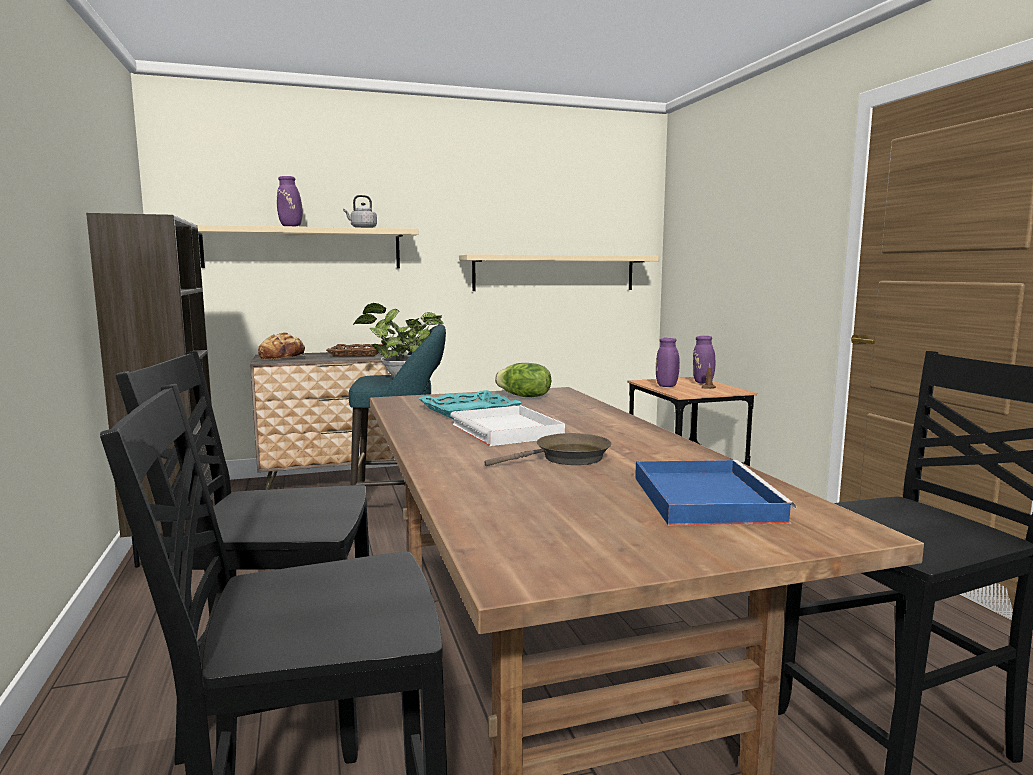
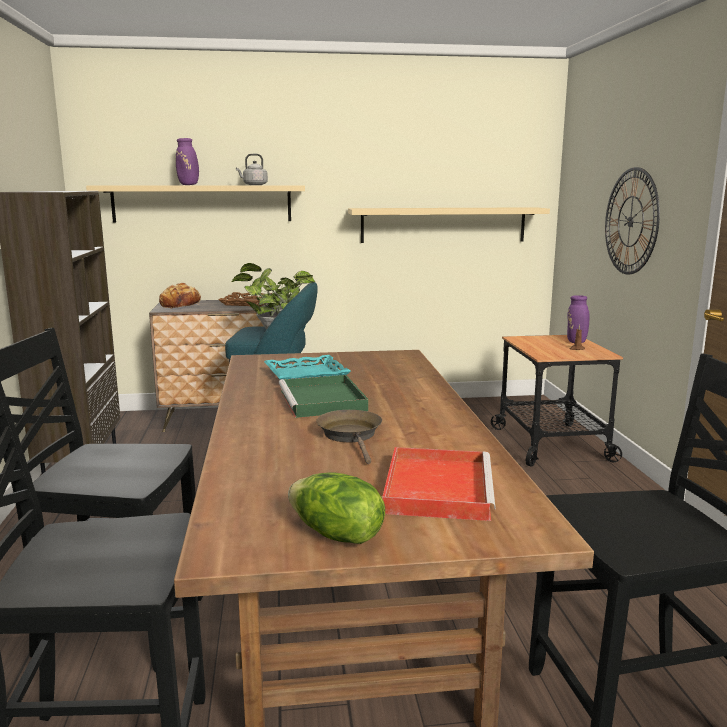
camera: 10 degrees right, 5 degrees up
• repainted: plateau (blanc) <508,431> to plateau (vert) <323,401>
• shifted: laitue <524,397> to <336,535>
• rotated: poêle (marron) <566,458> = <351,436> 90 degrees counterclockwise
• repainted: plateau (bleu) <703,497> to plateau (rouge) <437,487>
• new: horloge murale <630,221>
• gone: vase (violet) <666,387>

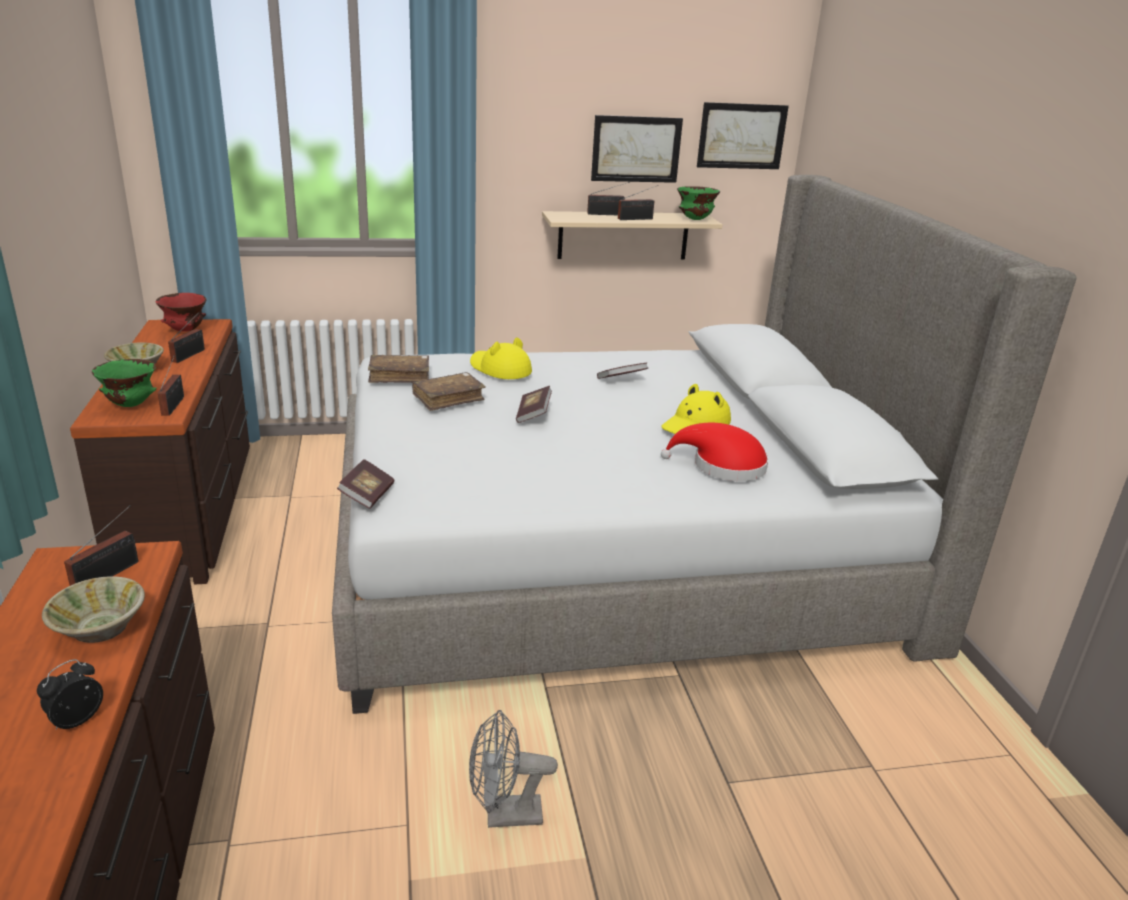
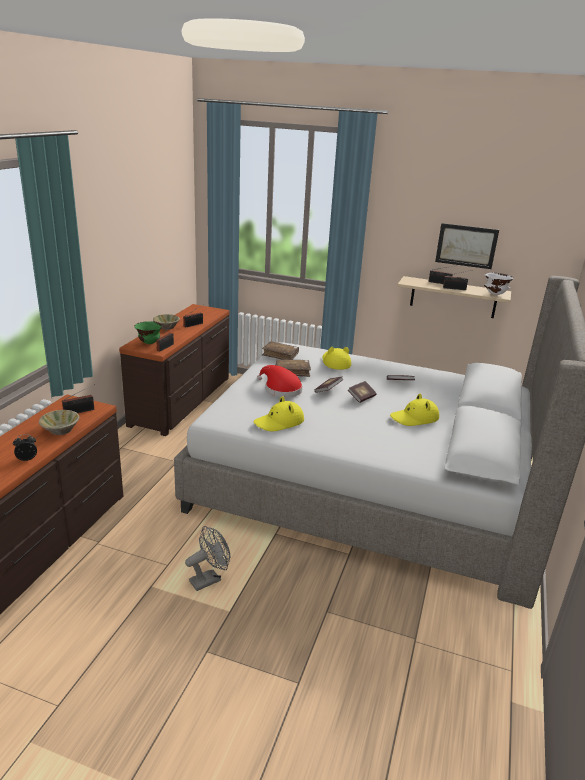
camera: 30 degrees right, 0 degrees up
• rotated: ventilateur (gris) <504,815> = <209,579> 120 degrees clockwise
• new: chapeau (jaune) <279,422>
• shifted: chapeau (rouge) <722,466> to <280,389>
• shifted: livre <367,495> to <361,397>
• repainted: bol (vert) <694,219> to bol (blanc) <495,294>
• gone: bol (rouge) <186,331>
• gone: tableau <741,136>

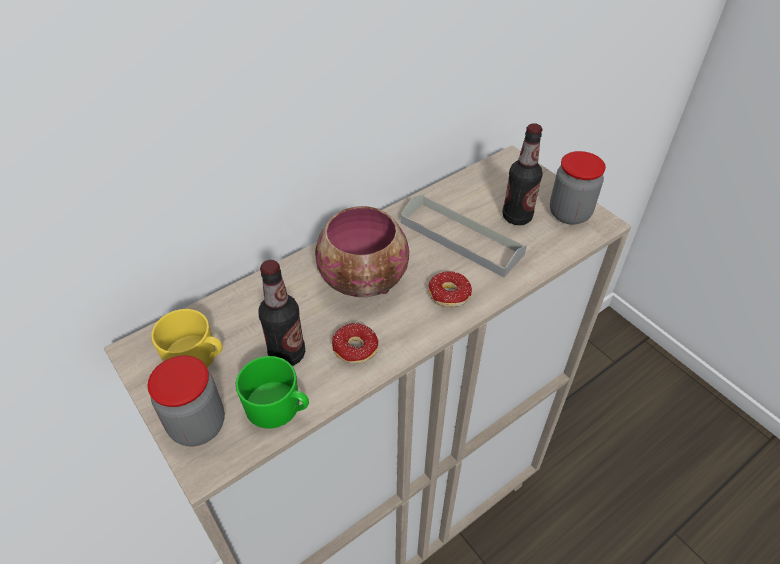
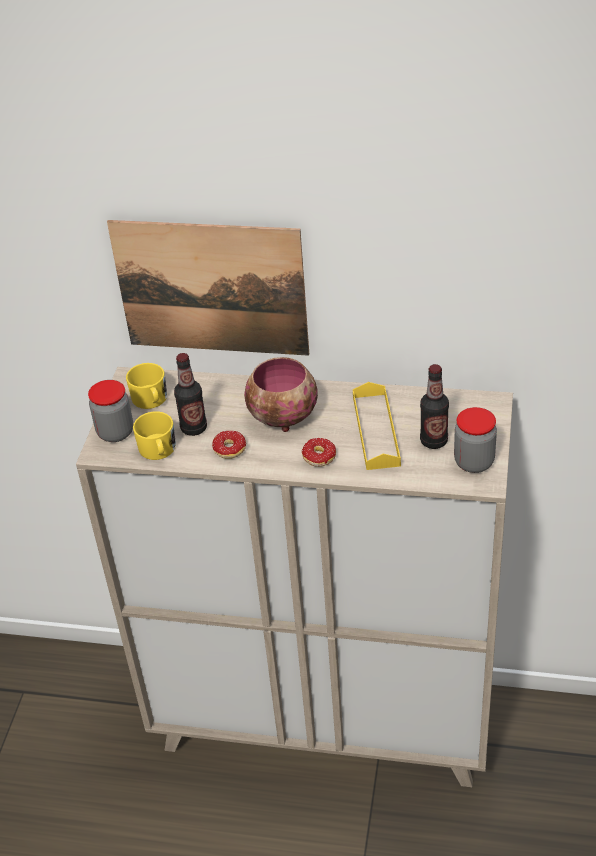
camera: 50 degrees right, 5 degrees down
• new: tableau <211,288>
• repainted: mug (vert) <279,408> to mug (jaune) <158,450>
• repainted: plateau (gris) <461,238> to plateau (jaune) <376,430>

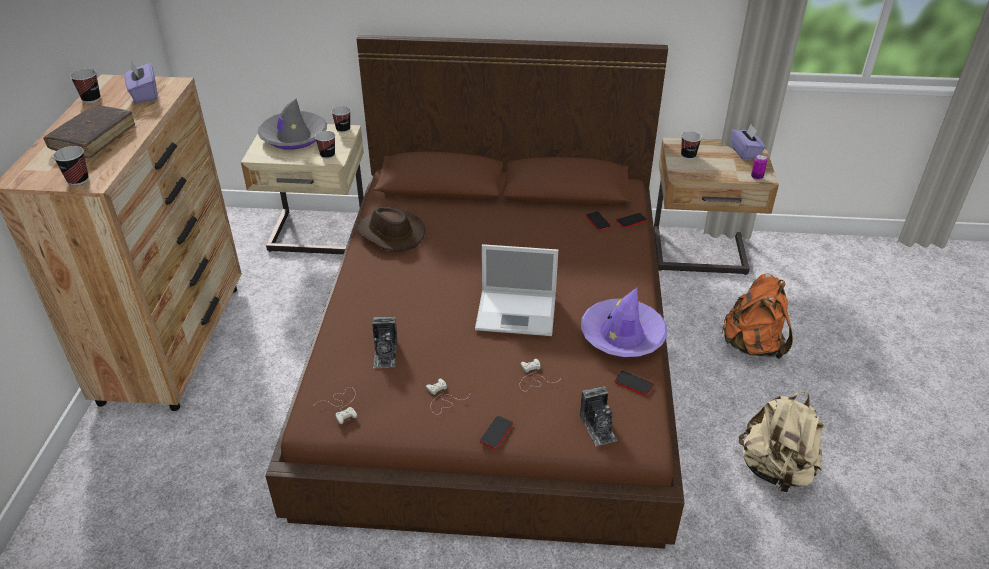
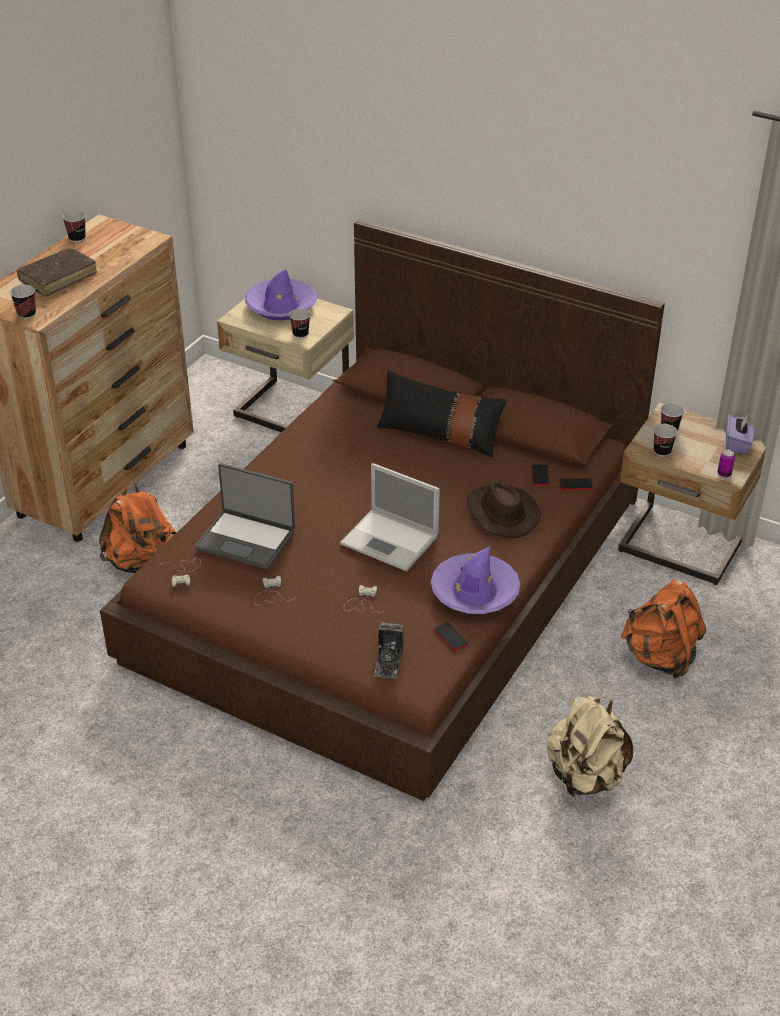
camera: 25 degrees right, 0 degrees up
• new: sac à dos (orange) <142,562>
• swapped: appareil photo <385,353> to ordinateur portable <246,540>
• repainted: chapeau (gris) <294,137> to chapeau (violet) <281,306>
• new: coussin (noir) <439,434>
• shifted: chapeau (marron) <390,233> to <501,513>
• shifted: tasse <343,129> to <662,451>
• gone: boîte à mouchoirs (violet) <144,94>
• gone: téléphone <496,433>

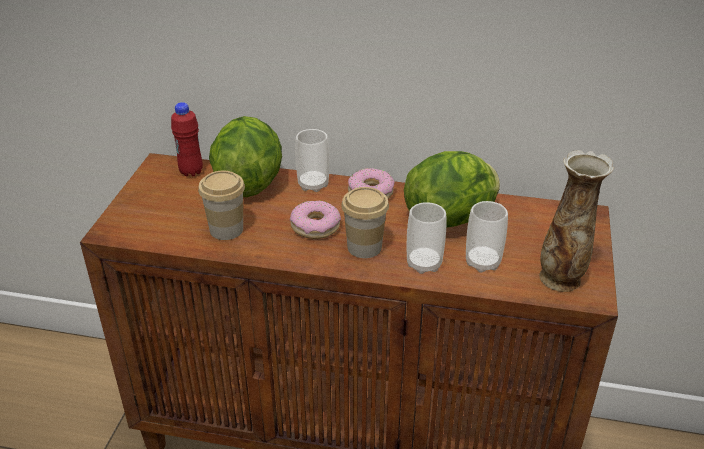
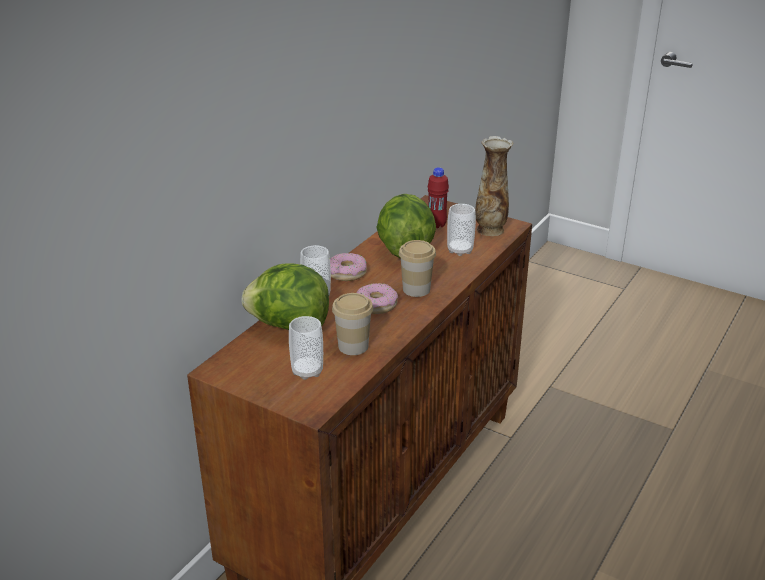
camera: 70 degrees left, 5 degrees down
• shifted: tasse <424,264> to <307,371>
• shifted: bouteille (rouge) <191,172> to <436,225>

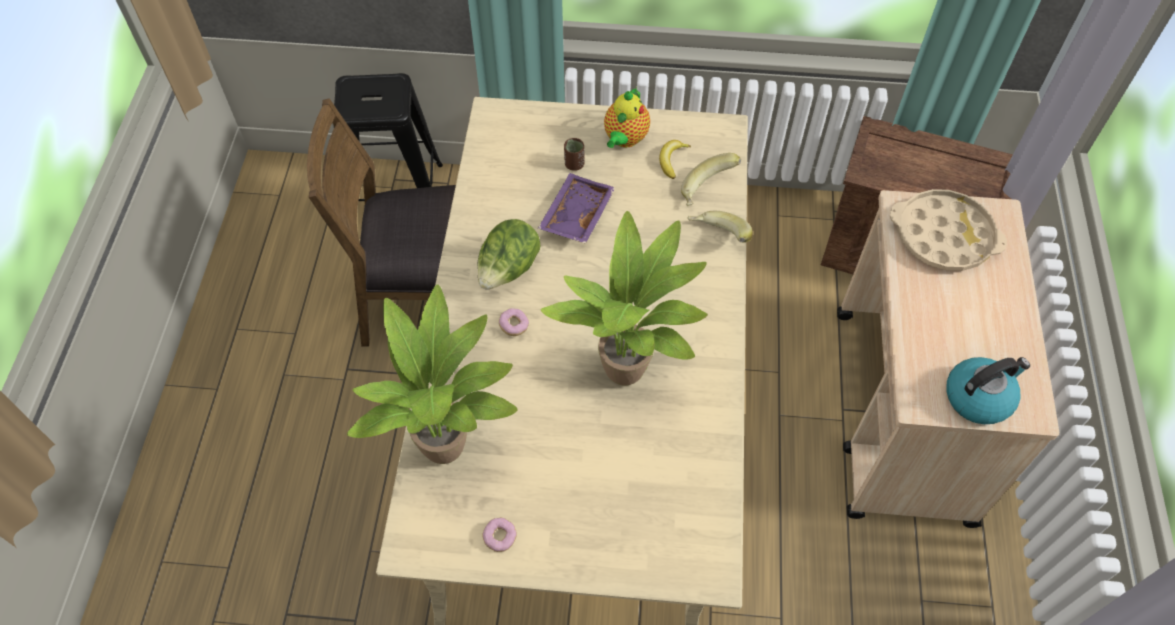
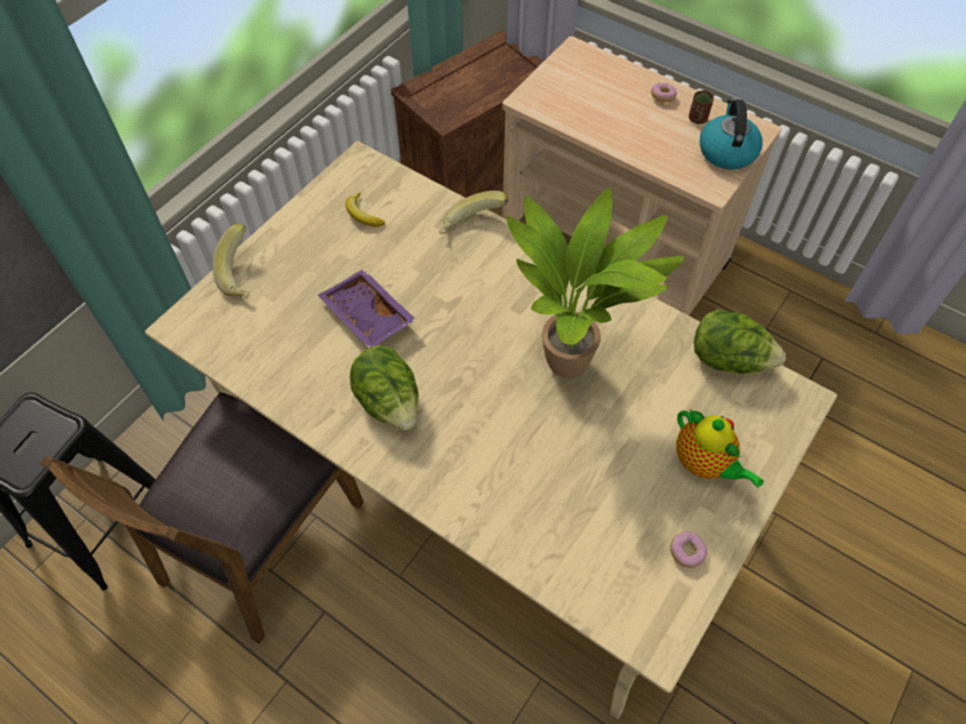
camera: 60 degrees left, 0 degrees up
• shifted: banane <708,191> to <243,275>
• shifted: beignet <514,326> to <662,97>
• shifted: théière <625,139> to <705,464>
• shifted: tasse (marron) <574,164> to <697,119>
• new: laitue <728,360>
• gone: plante en pot <451,449>
• gone: plateau (beige) <943,236>

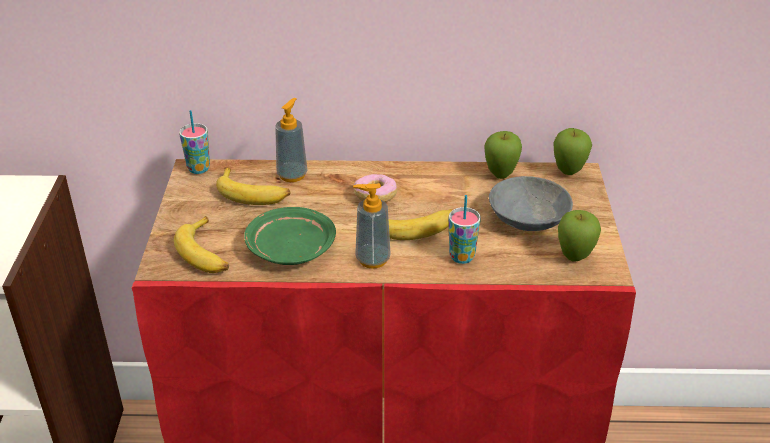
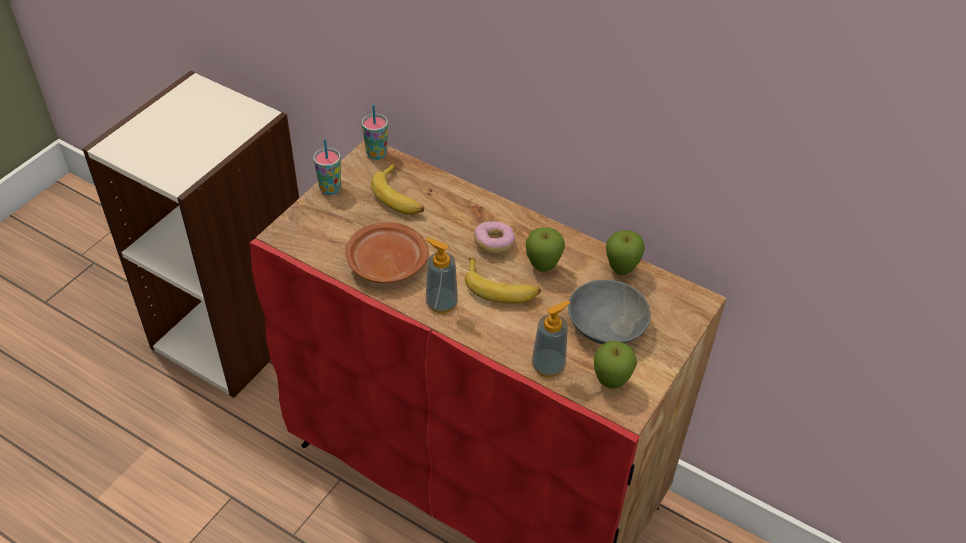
camera: 30 degrees right, 10 degrees up
• shifted: tasse <462,257> to <330,189>
• repainted: assiette (vert) <290,249> to assiette (marron) <386,263>
• shifted: pomme <568,172> to <542,268>
• shifted: distributeur de savon <292,175> to <548,366>
• gone: banane <206,254>

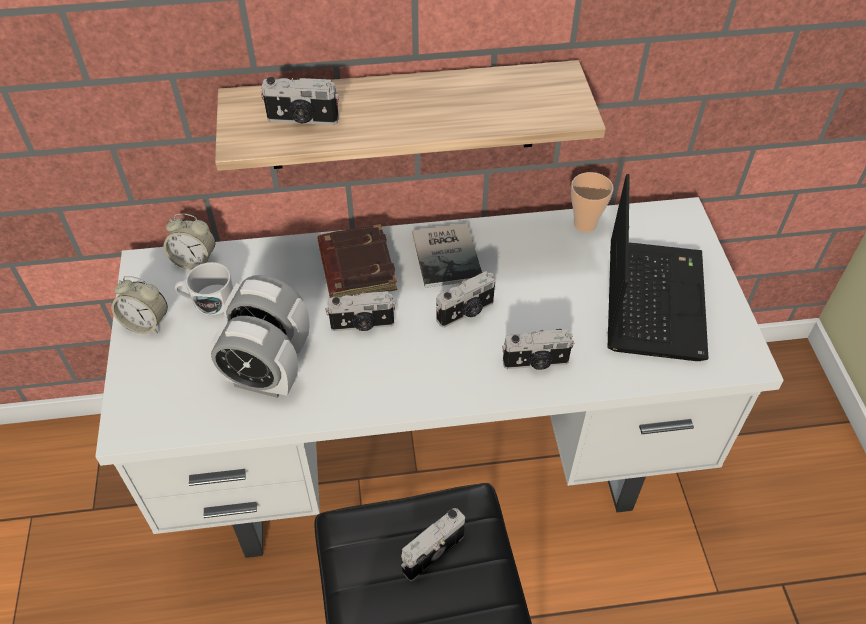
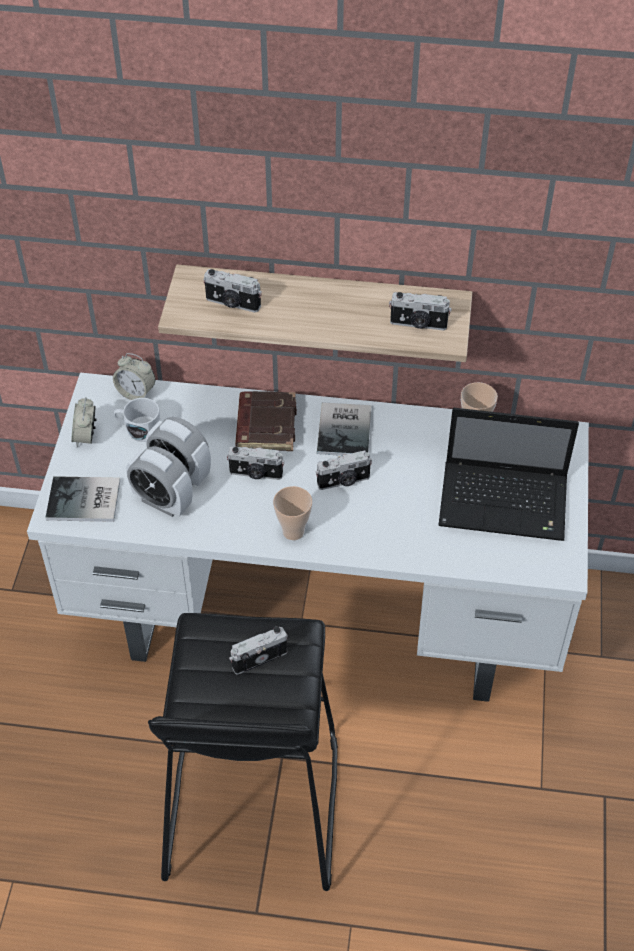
camera: 15 degrees right, 0 degrees up
• new: livre <85,502>
• rotated: réveil <146,323> = <86,437> 60 degrees clockwise
• new: tasse <293,531>
• shifted: appareil photo <536,363> to <418,324>
• rotated: ordinateur portable <652,298> = <506,502> 75 degrees clockwise

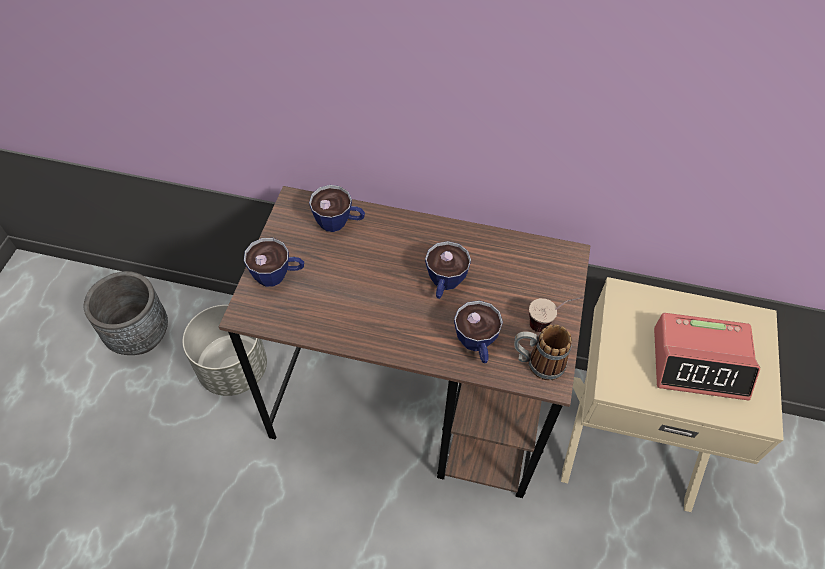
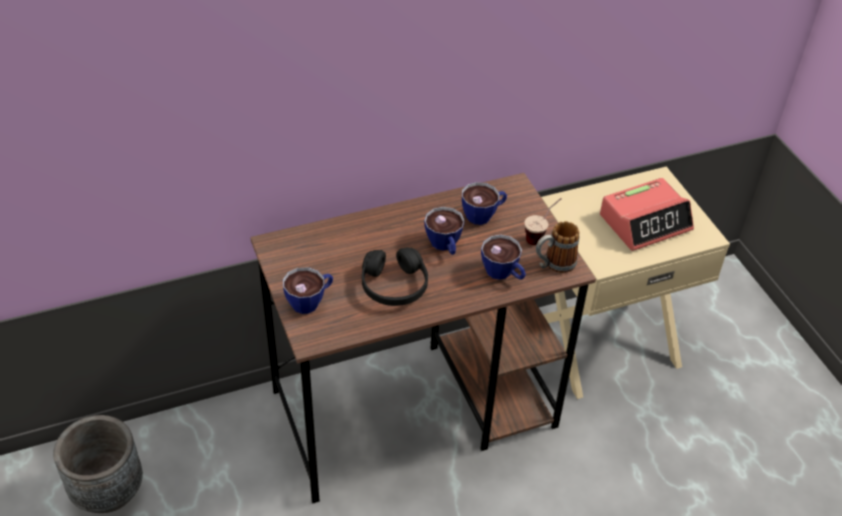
camera: 35 degrees left, 10 degrees down
• new: casque audio (noir) <394,285>
• shifted: tasse <339,222> to <484,214>
• gone: cache-pot (gris) <233,369>

